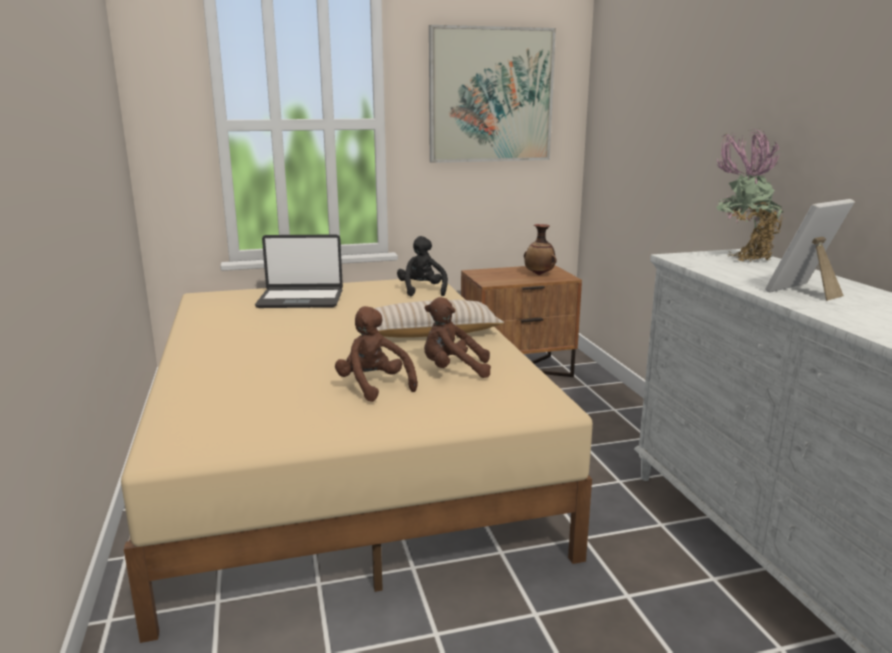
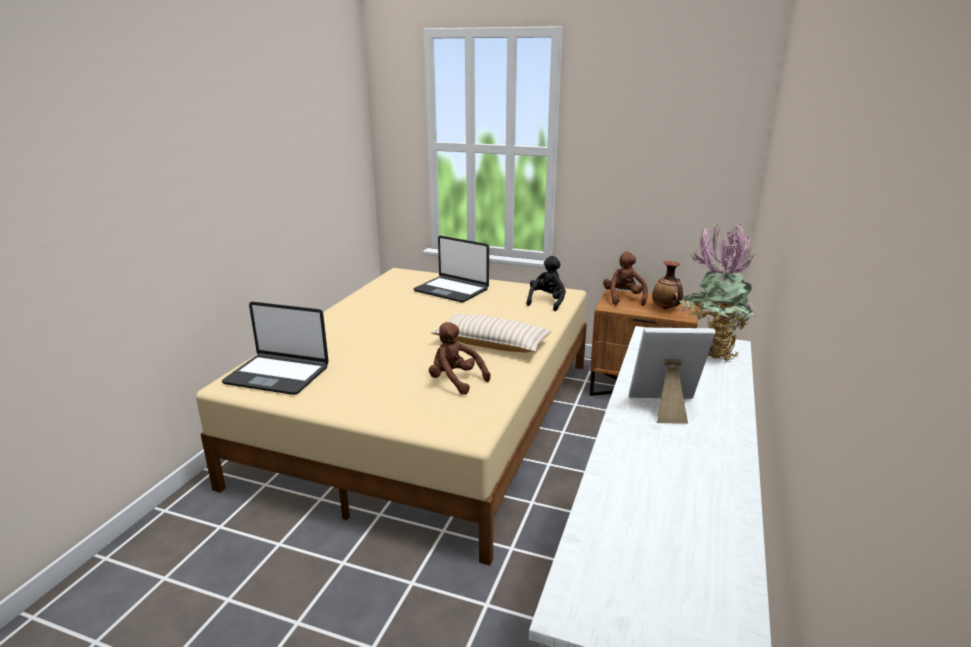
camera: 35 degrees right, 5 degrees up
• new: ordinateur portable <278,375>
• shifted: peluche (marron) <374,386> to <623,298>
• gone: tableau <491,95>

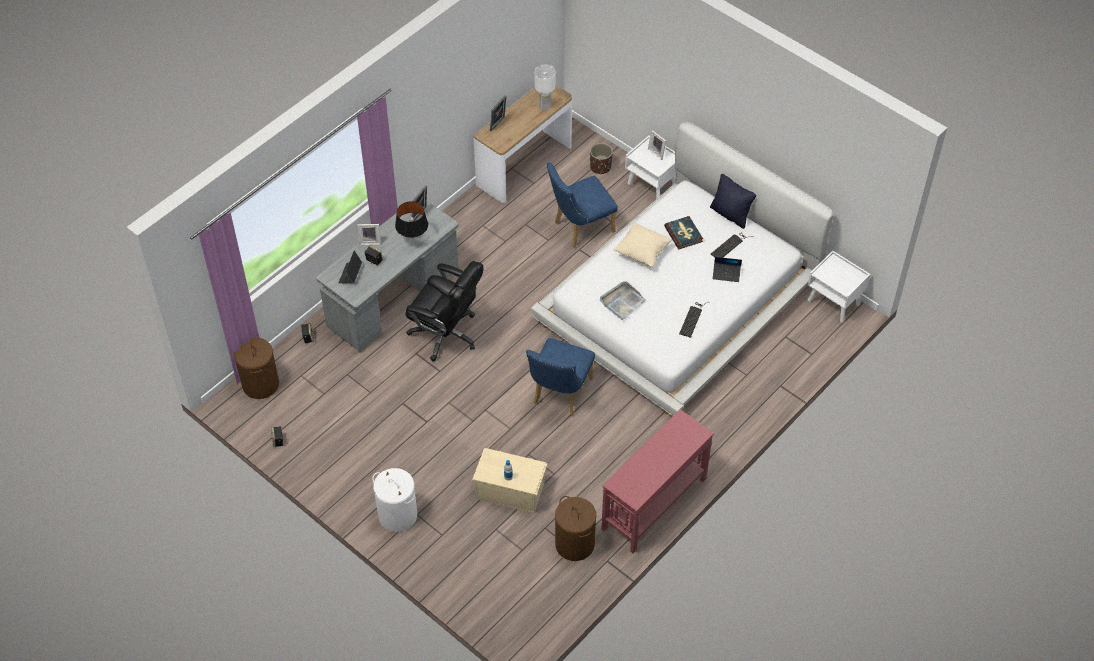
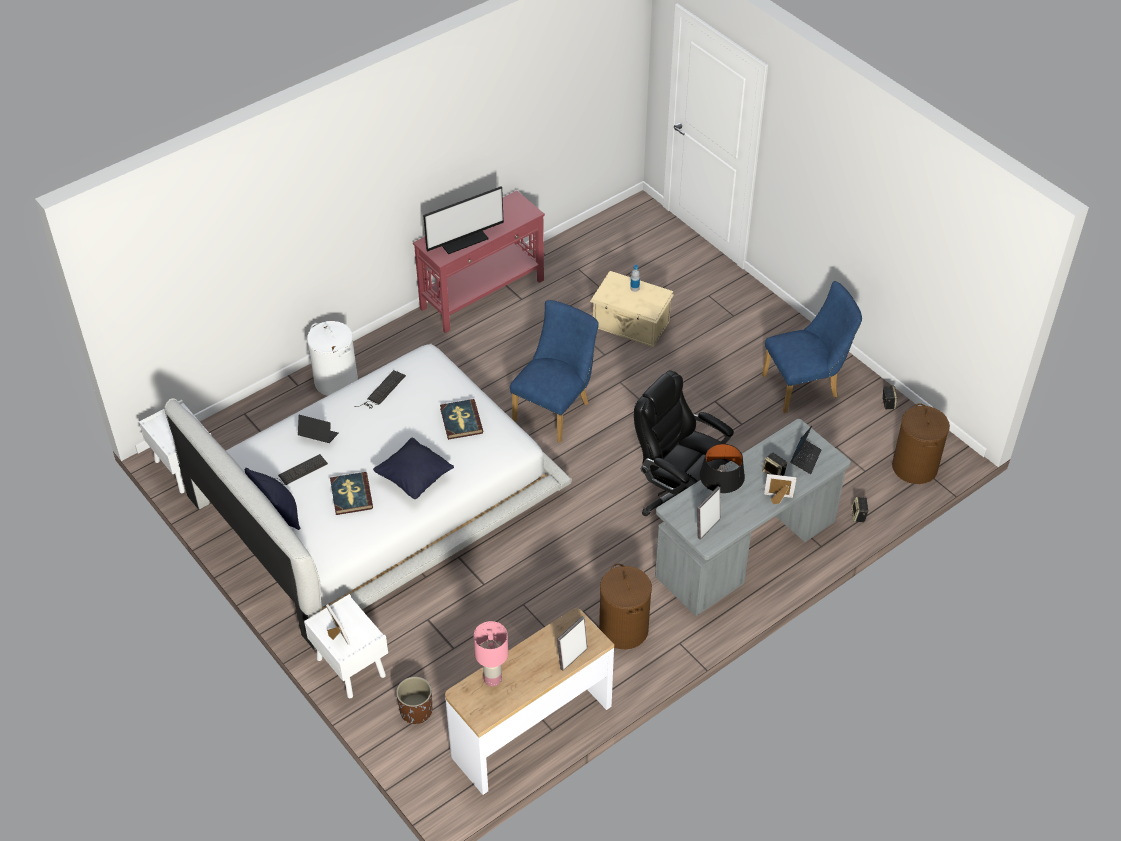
camera: 170 degrees left, 5 degrees down
• shifted: panier à linge (blanc) <397,515> to <336,381>
• repainted: coussin (beige) <642,252> to coussin (noir) <414,478>
• new: écran d'ordinateur <462,239>
• swapped: plateau (gris) <622,302> to livre <461,421>
• repainted: lampe de table (blanc) <545,107> to lampe de table (rose) <493,678>
• shifted: panier à linge (marron) <574,544> to <624,629>
• shifted: chaise (bleu) <579,228> to <805,386>

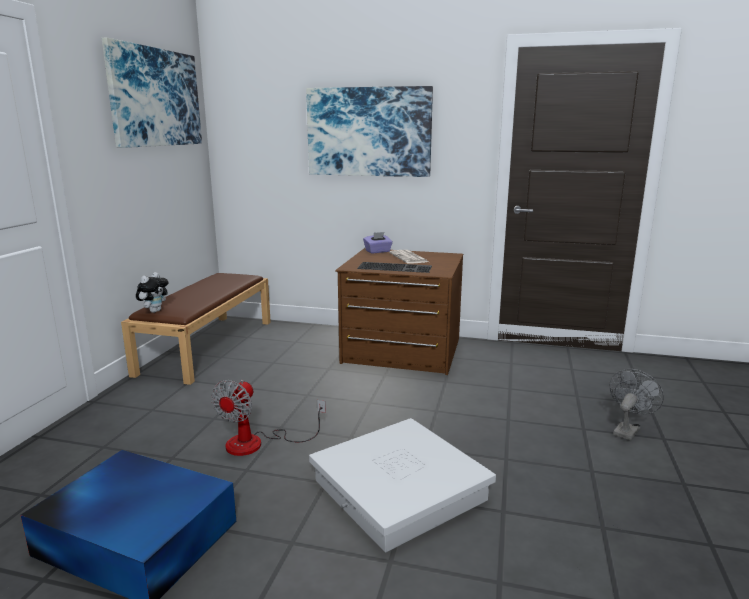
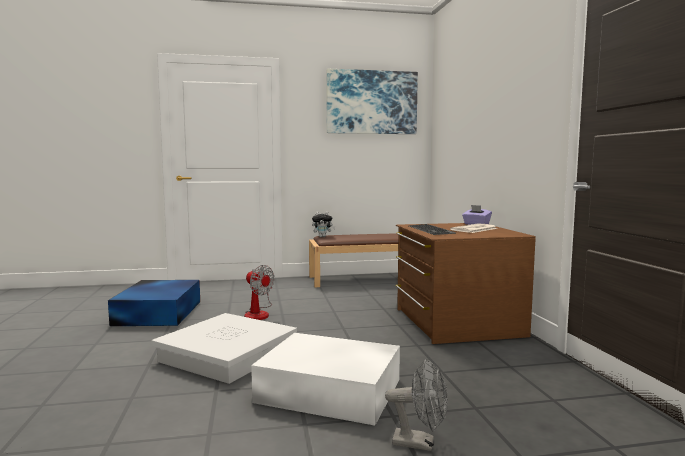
camera: 65 degrees right, 10 degrees down
• rotated: ventilateur <257,443> = <258,313> 135 degrees counterclockwise
• new: boîte de rangement (blanc) <331,391>
• gone: tableau <369,132>

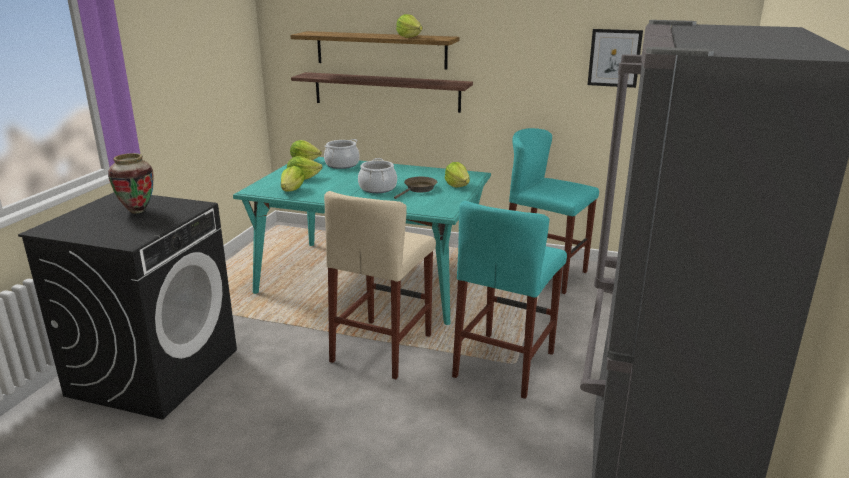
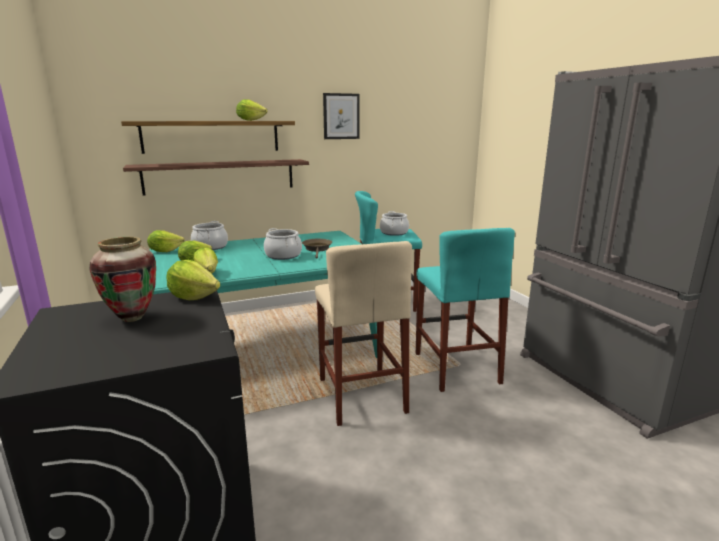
camera: 40 degrees left, 5 degrees down
• shifted: laitue <457,185> to <193,297>
• shifted: tableau <614,58> to <341,116>
• new: marmite <394,233>

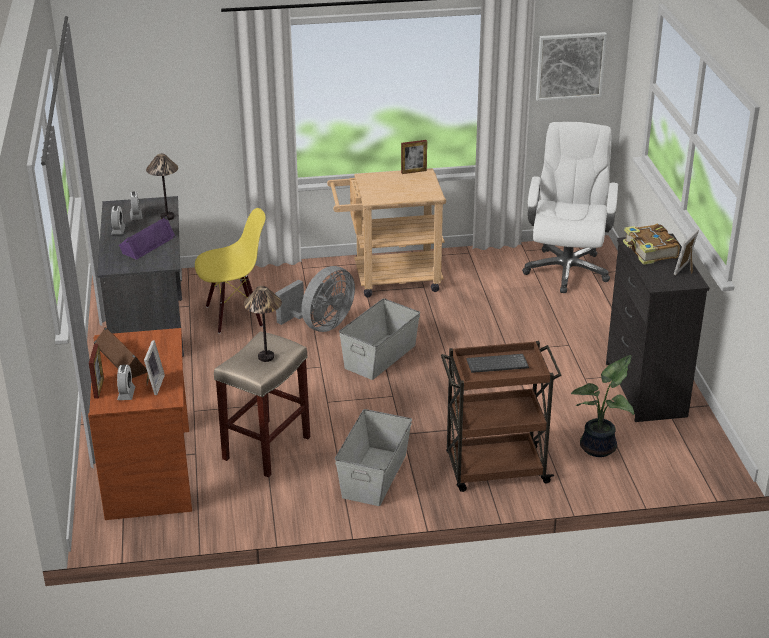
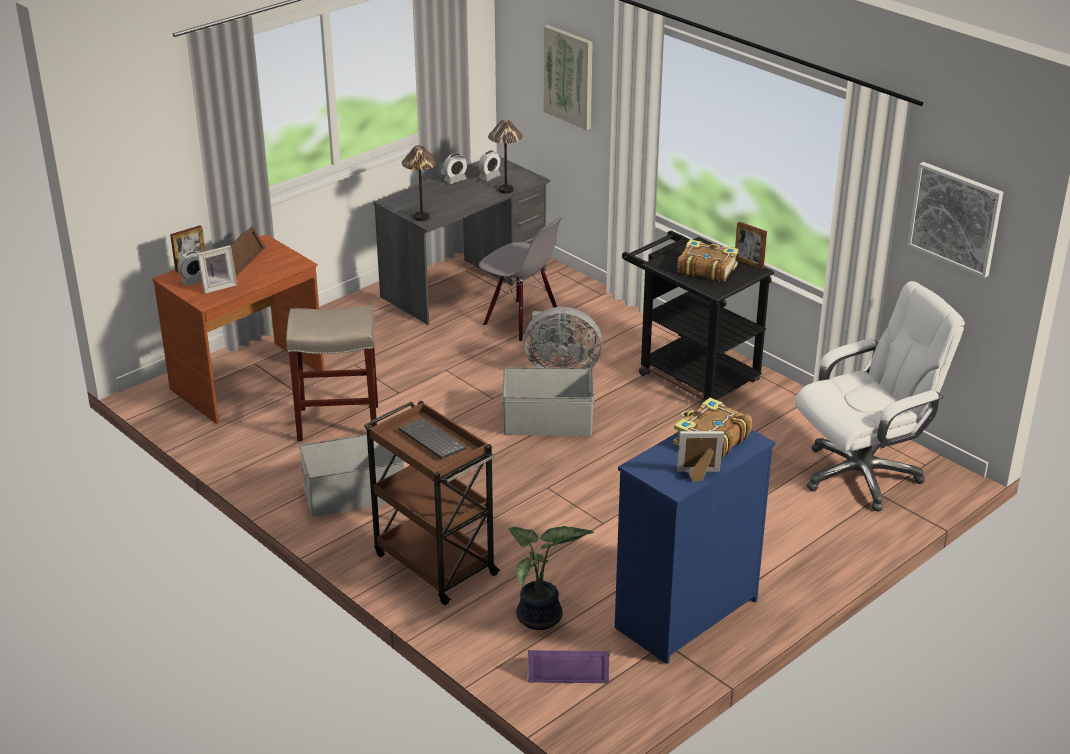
camera: 55 degrees right, 0 degrees up
• shifted: lampe de table <266,357> to <421,217>
• repainted: chaise (jaune) <234,315> to chaise (gris) <521,321>
• shifted: enceinte (violet) <147,244> to <568,670>
• new: tableau <569,77>
• repainted: commode (noir) <645,390> to commode (bleu) <684,614>
• repainted: chariot (beige) <388,279> to chariot (noir) <690,373>
• new: livre <706,269>

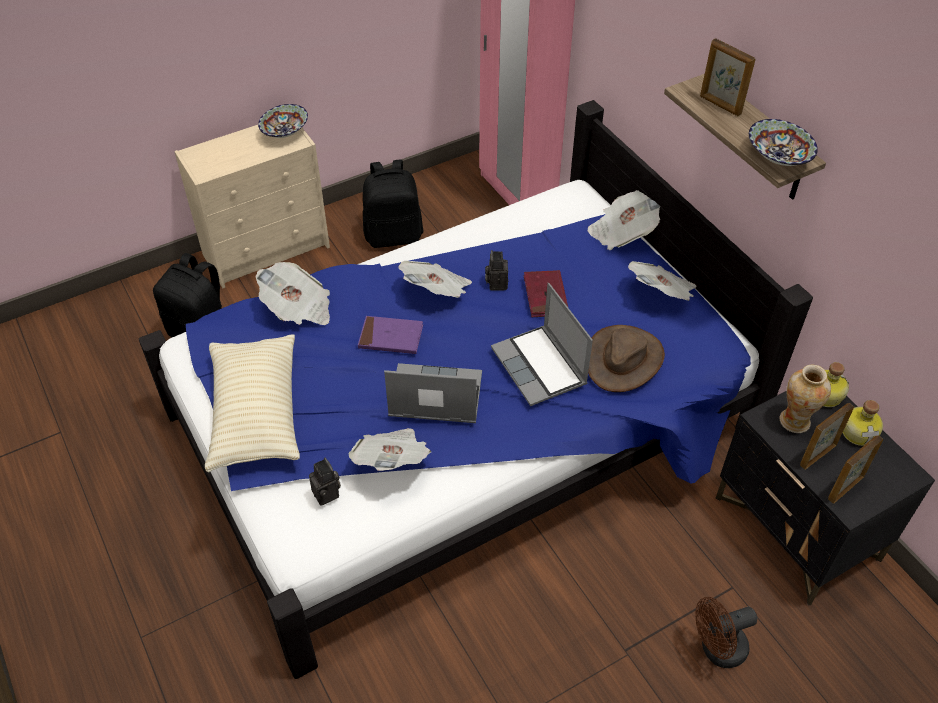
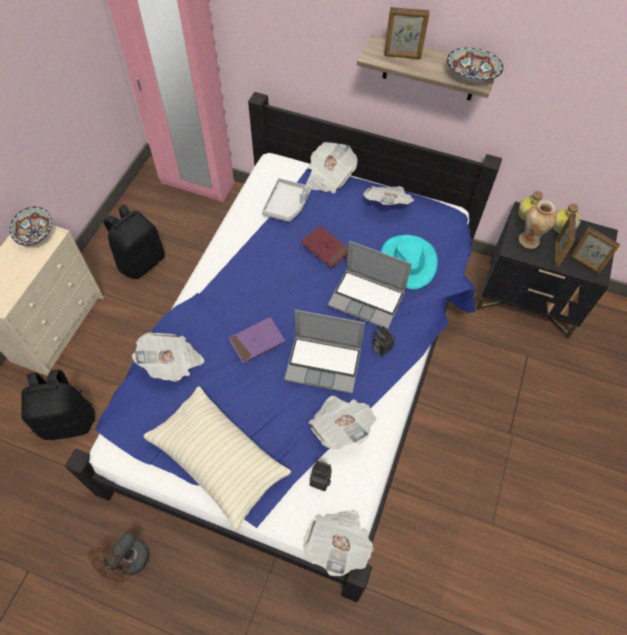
camera: 40 degrees left, 10 degrees up
• shifted: ventilateur (marron) <717,650> to <128,563>
• new: plateau (gris) <287,205>
• rotated: ordinateur portable <434,397> = <324,363> 135 degrees counterclockwise
• shifted: journal <437,292> to <339,543>
• shifted: appareil photo <496,283> to <380,347>
• repainted: chapeau (marron) <623,359> to chapeau (turquoise) <408,261>
• rotated: cadre photo <845,488> = <585,264> 60 degrees counterclockwise

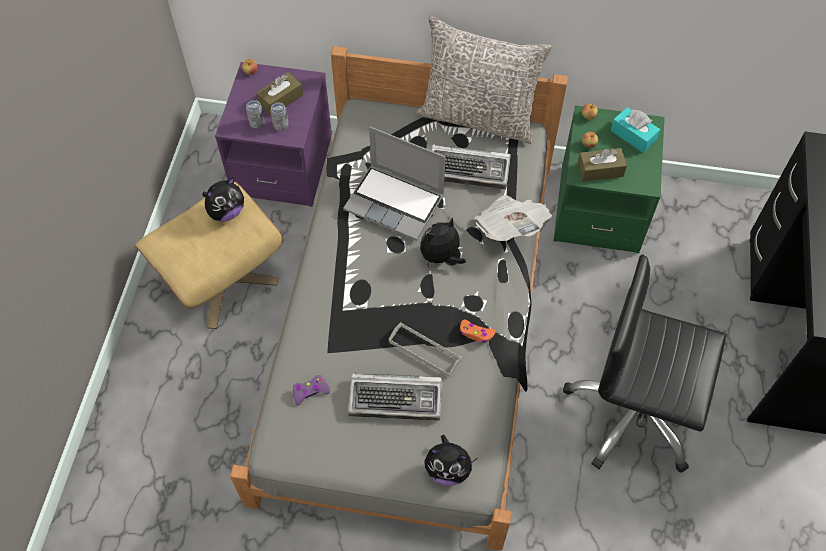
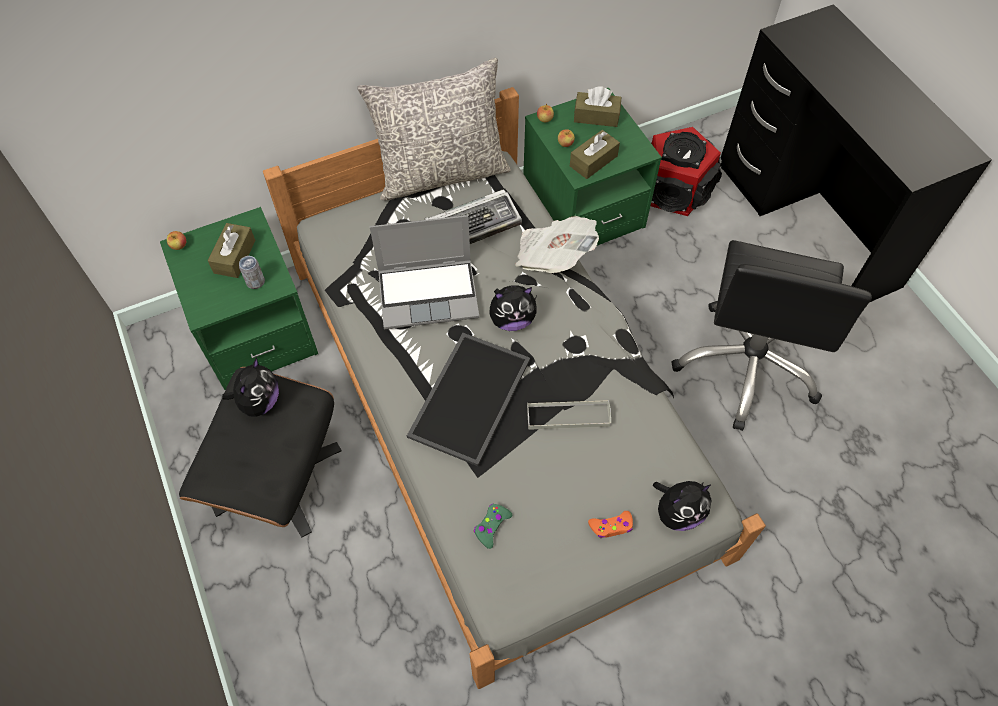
camera: 35 degrees left, 0 degrees up
• repainted: table de chevet (violet) <283,165> to table de chevet (vert) <256,331>
• repainted: pouf (beige) <221,278> to pouf (noir) <277,478>
• new: plateau <468,395>
• repainted: manette (violet) <310,391> to manette (vert) <491,526>
• rotated: peluche <441,257> = <512,320> 120 degrees counterclockwise
• repainted: boîte à mouchoirs (turquoise) <633,135> to boîte à mouchoirs (marron) <596,116>
• shifted: manette (orange) <476,333> to <611,526>
• new: enceinte <674,191>
• rotated: chaise de bureau (noir) <633,413> = <747,365> 60 degrees counterclockwise
• gone: boîte métallique <257,123>
• gone: clavier <396,399>

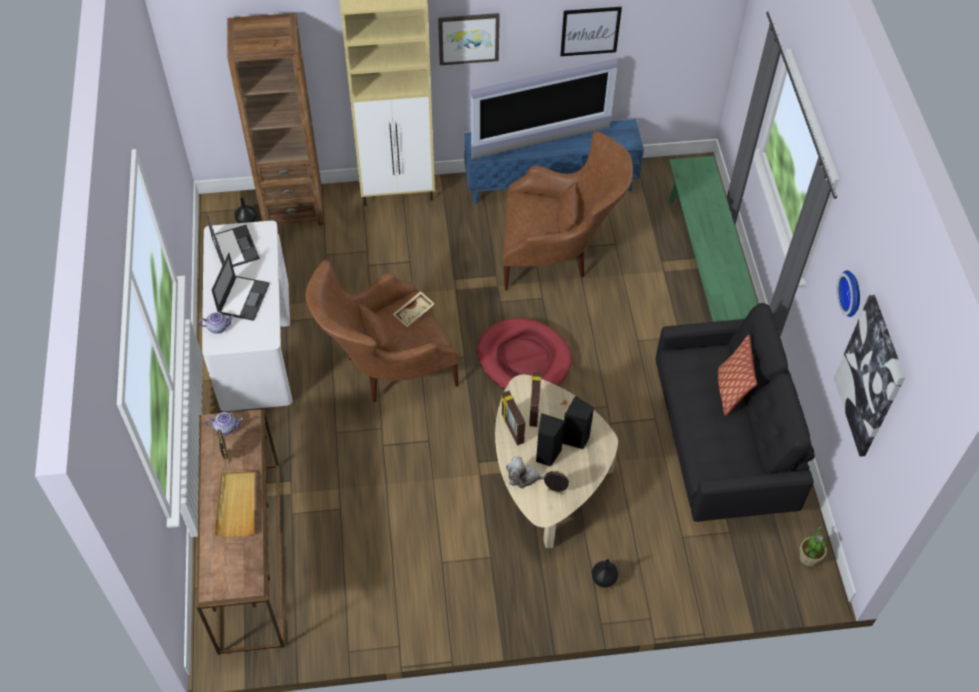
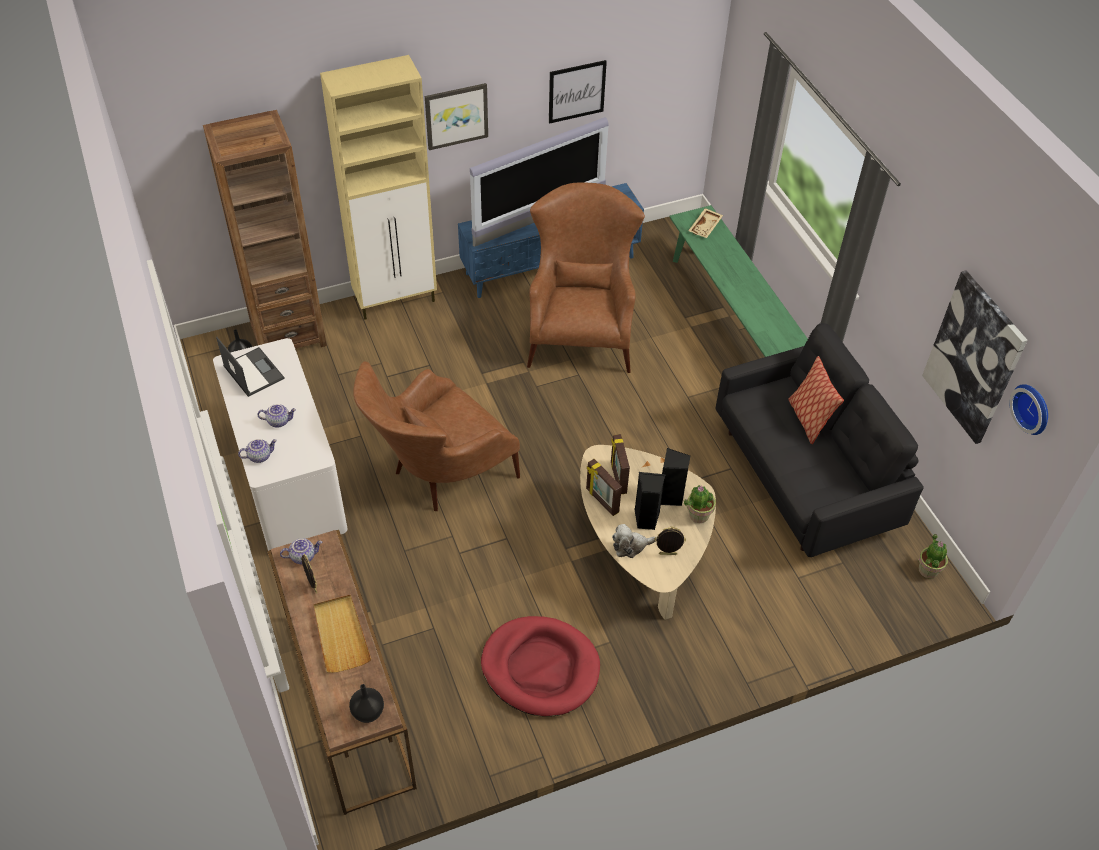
camera: 15 degrees left, 5 degrees down
• swapped: ordinateur portable <243,298> to théière <279,421>
• shifted: vase (noir) <604,579> to <368,712>
• shifted: panier pour chien (rouge) <524,359> to <540,668>
• rotated: fauteuil (marron) <558,254> = <580,330> 75 degrees counterclockwise
• new: plante en pot <698,515>
• shifted: plateau (beige) <414,313> to <705,227>
• shifted: horloge murale <852,293> to <1033,408>

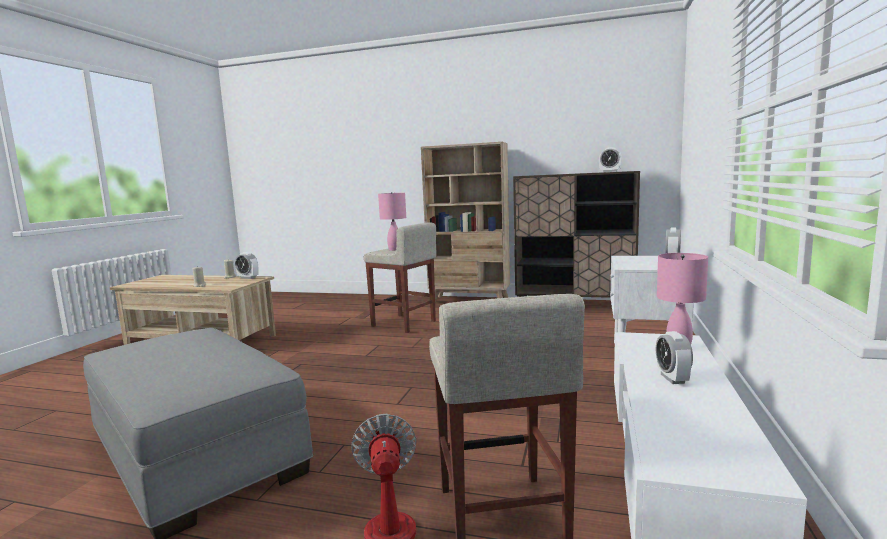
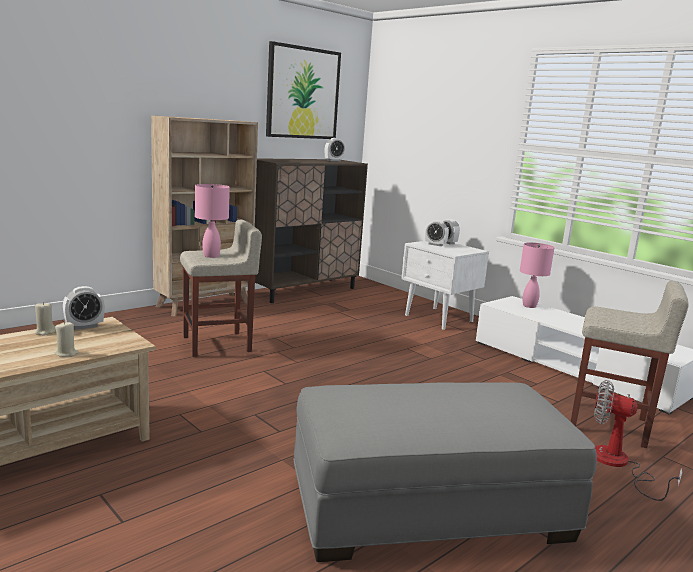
camera: 60 degrees left, 5 degrees up
• new: tableau <303,93>
• shifted: réveil <672,378> to <435,244>

